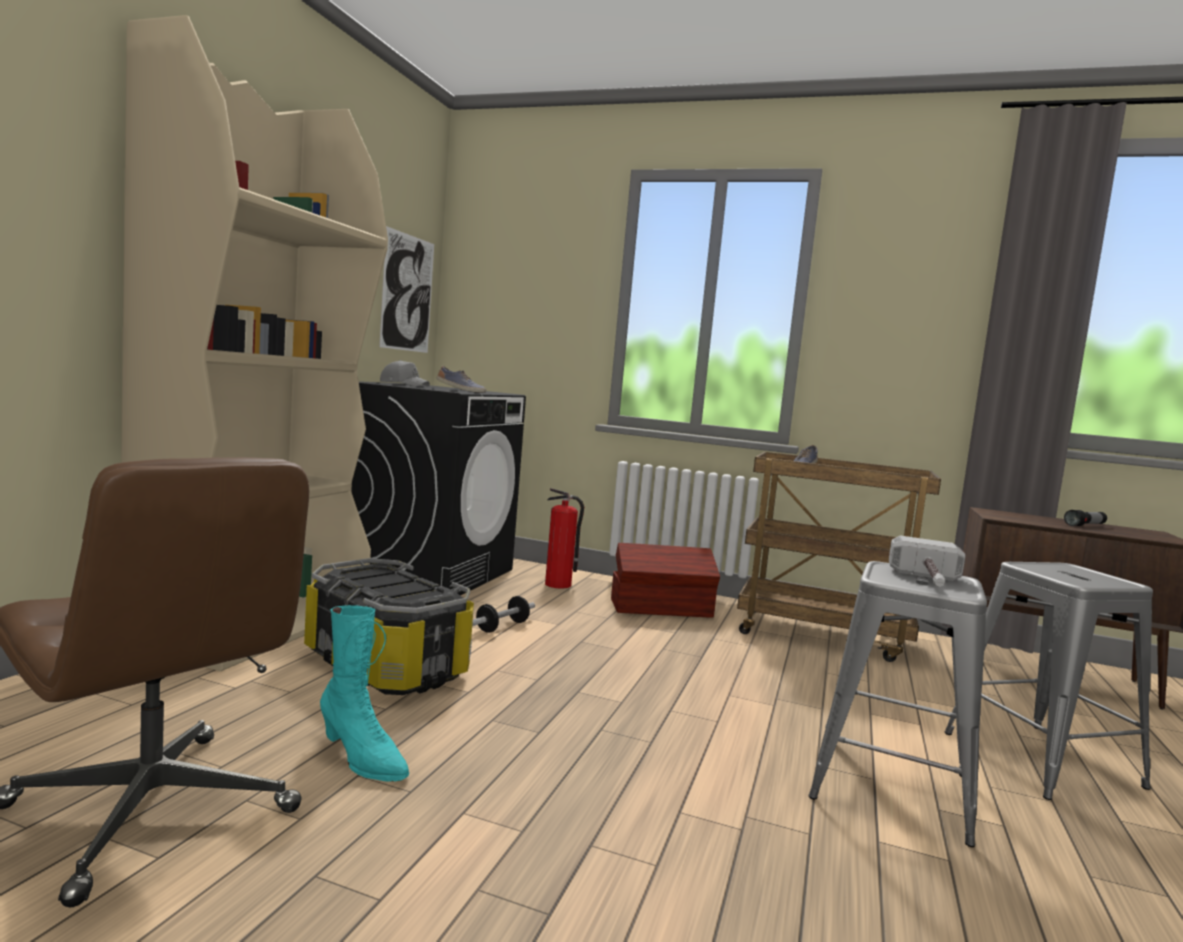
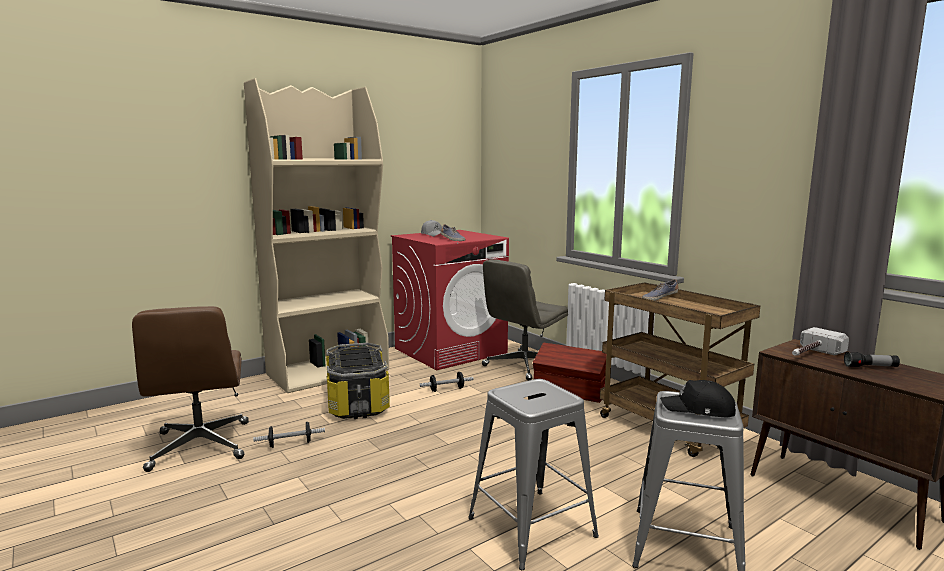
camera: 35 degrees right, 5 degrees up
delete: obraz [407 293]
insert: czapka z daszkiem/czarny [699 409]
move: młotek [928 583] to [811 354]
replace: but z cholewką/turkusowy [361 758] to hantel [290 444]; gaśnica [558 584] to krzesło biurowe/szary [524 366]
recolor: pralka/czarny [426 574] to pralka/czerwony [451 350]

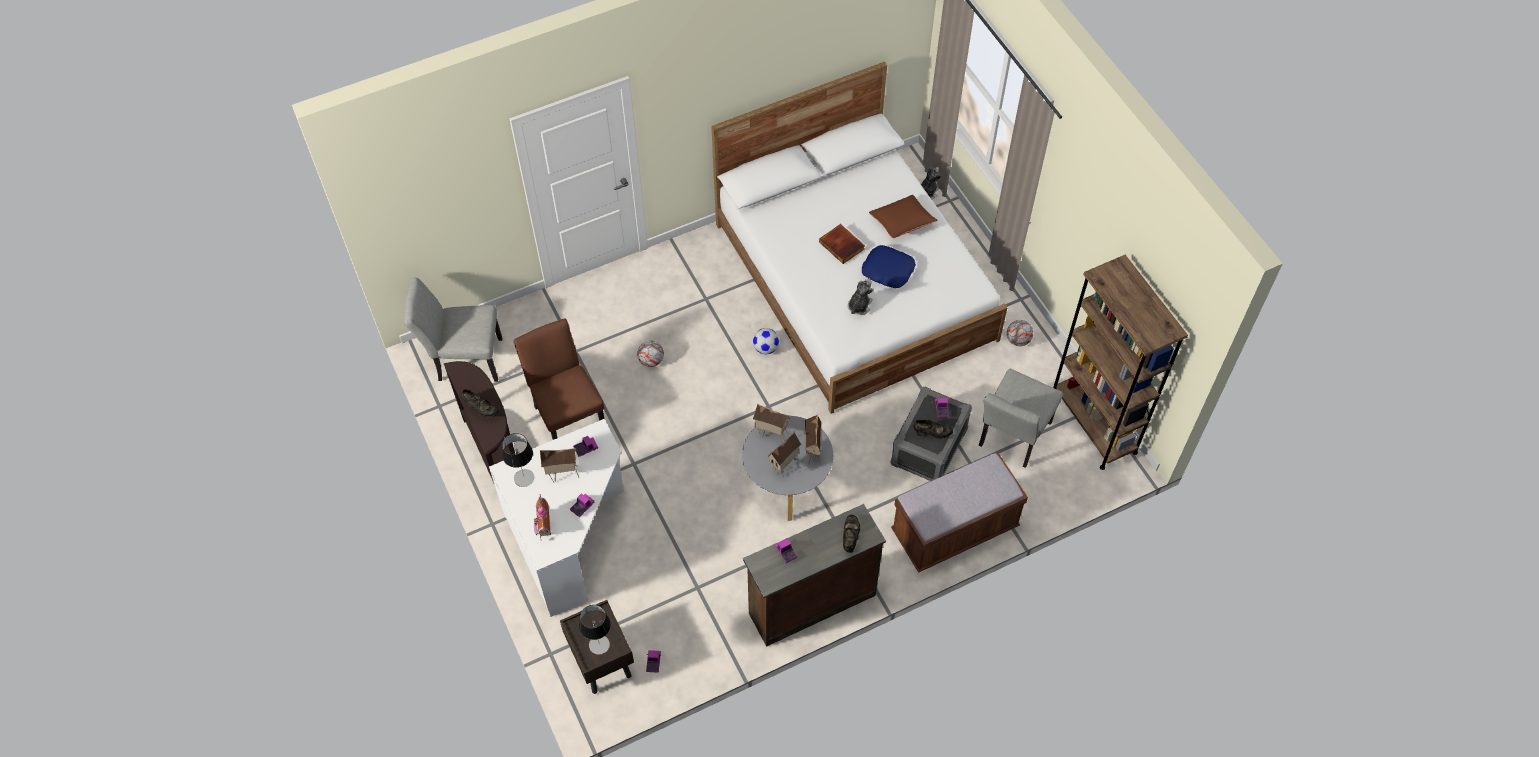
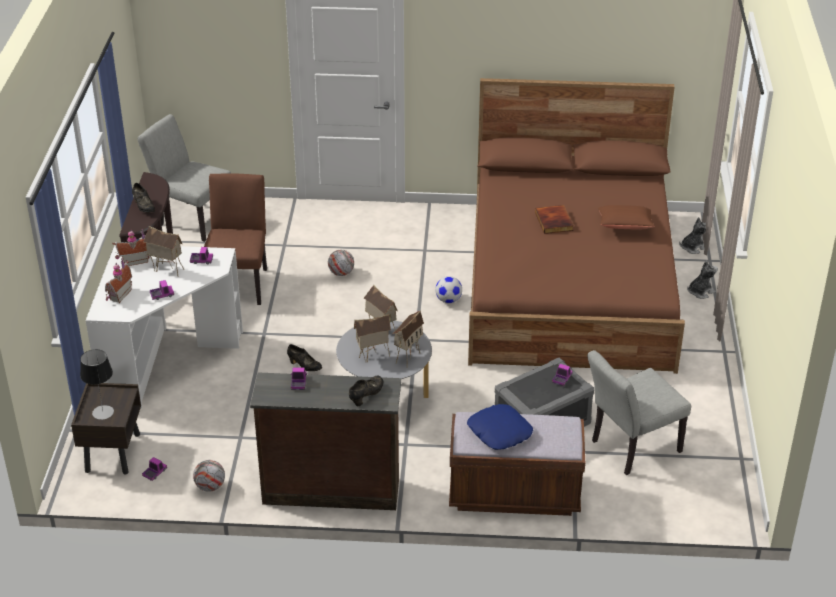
camera: 30 degrees right, 20 degrees down
delete: regał/brązowy [1093 424]
move: pluszak [859 306] to [700 292]; poduszka/niebieski [887 270] to [499 432]; but/czarny [932 433] to [304 366]; piłka futbolowa [1018 340] to [210 486]
replace: lampa stołowa [524 478] to domek [134 260]
recolor: łóżko/biały [854 280] to łóżko/brązowy [570 283]

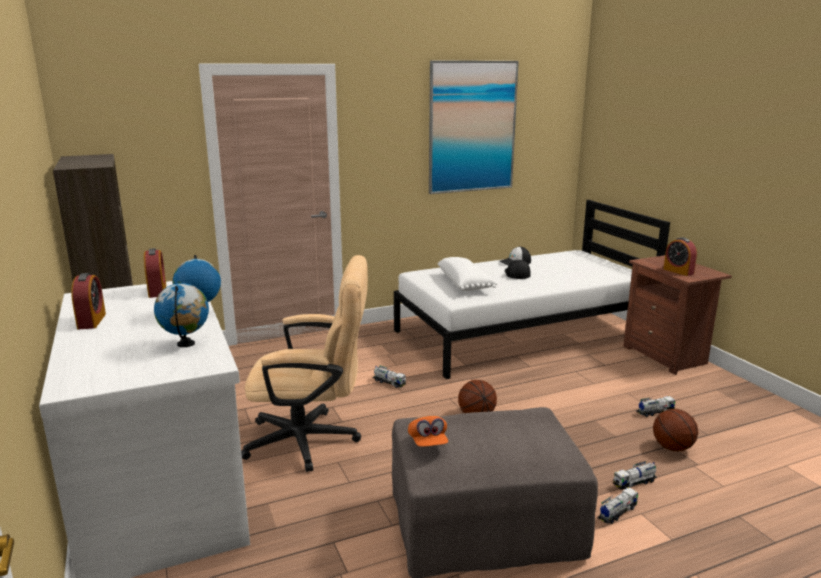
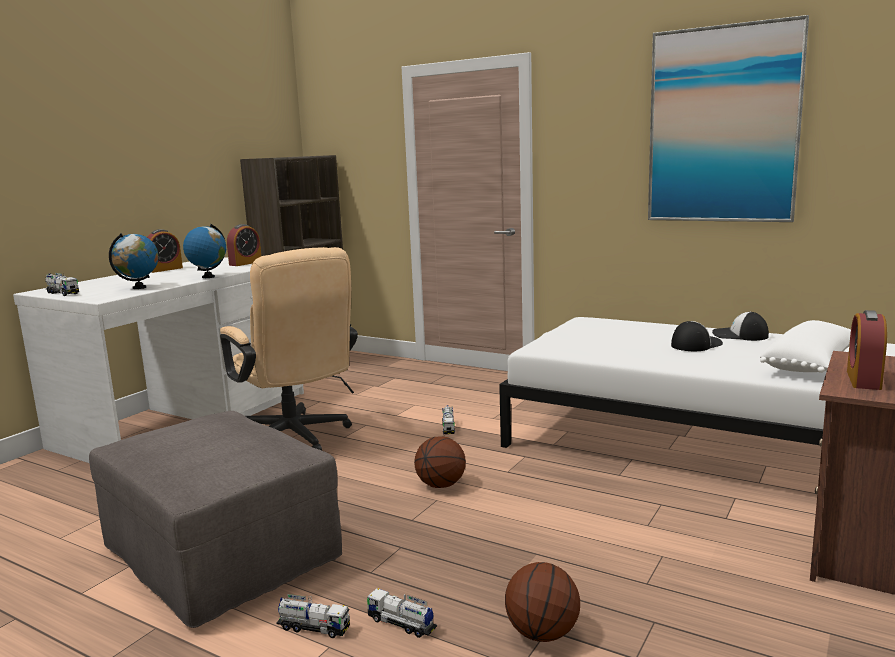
camera: 55 degrees right, 5 degrees down
delete: czapka z daszkiem/pomarańczowy [428 442]
move: poduszka/biały [466 284] to [813 365]; ciężarówka zabawkowa [655 412] to [62 293]

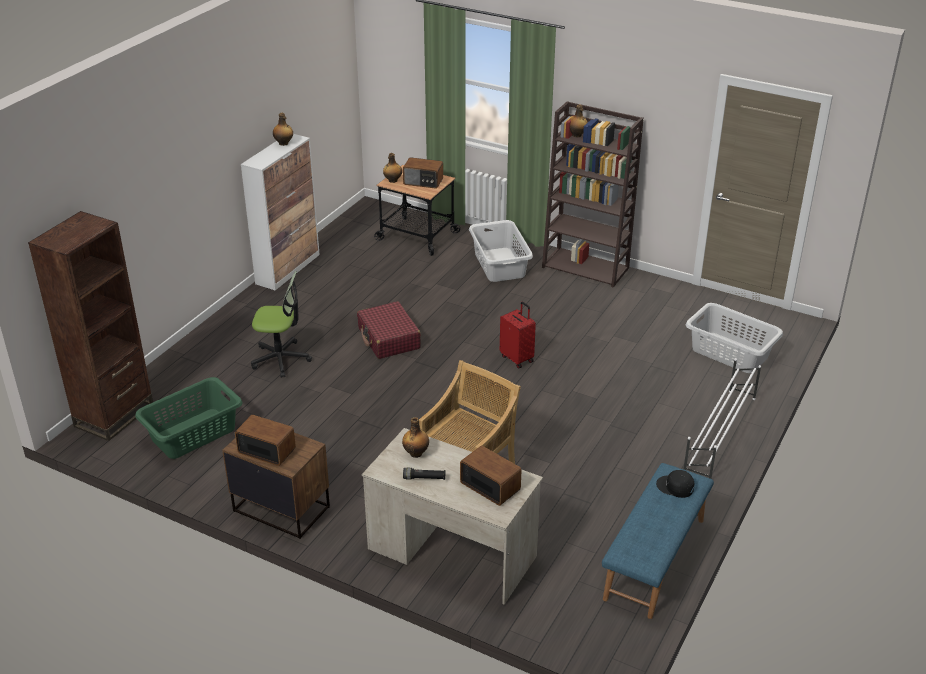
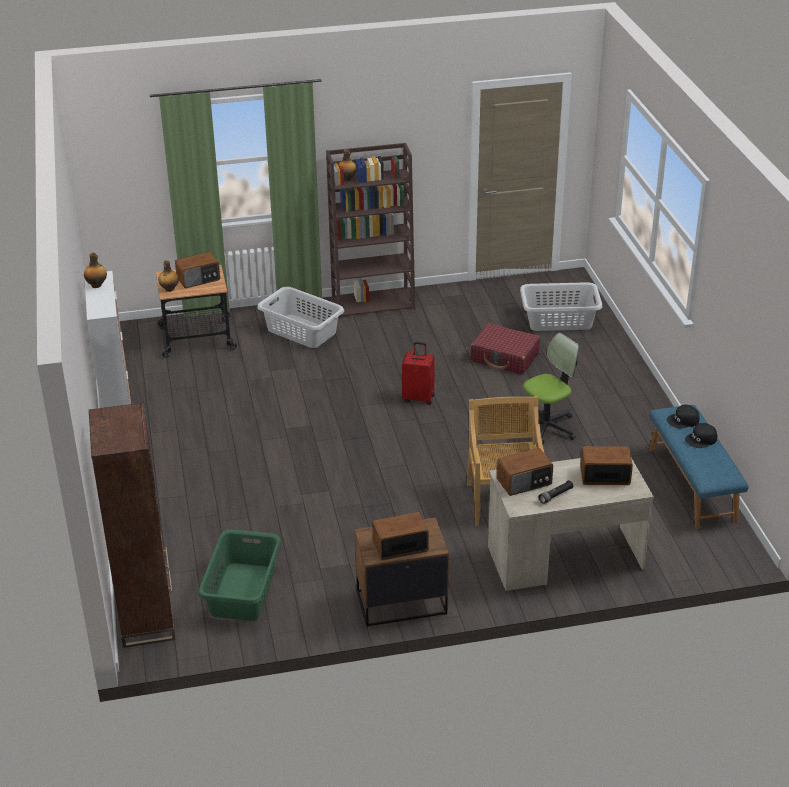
camera: 40 degrees left, 0 degrees up
delete: regał na buty/biały [719 434]
insert: czapka z daszkiem/czarny [701 439]
move: krzesło biurowe [281 359] to [547 427]; walizka/czerwony [388 338] to [505 357]
replace: butelka [416 453] to radio [524 482]

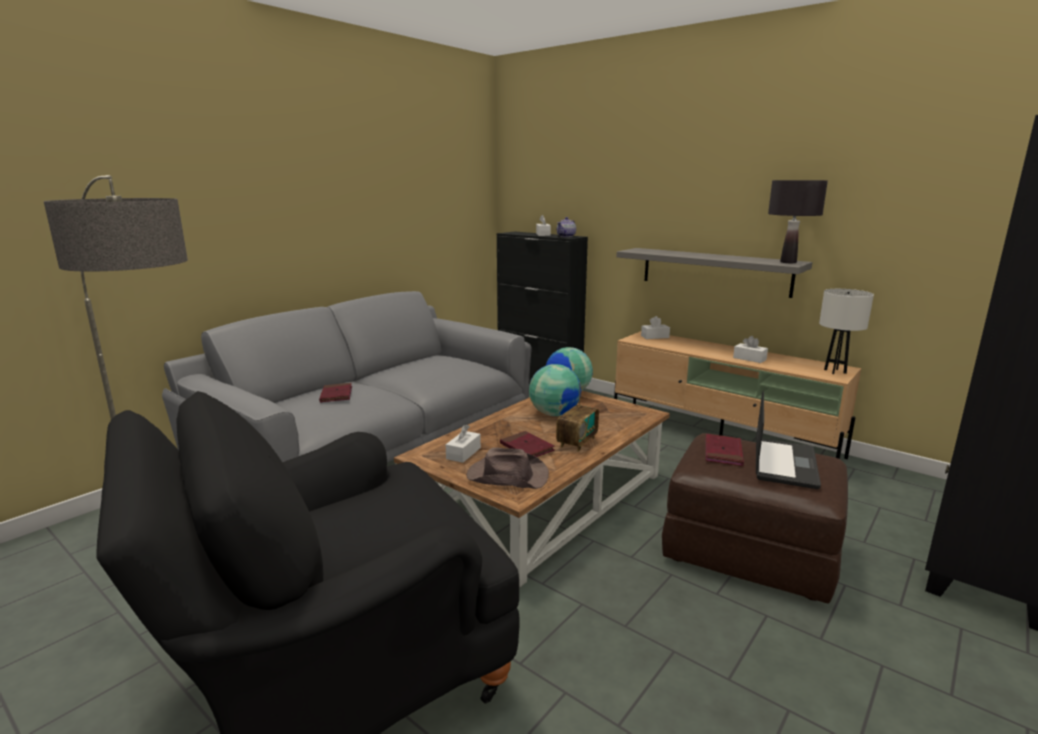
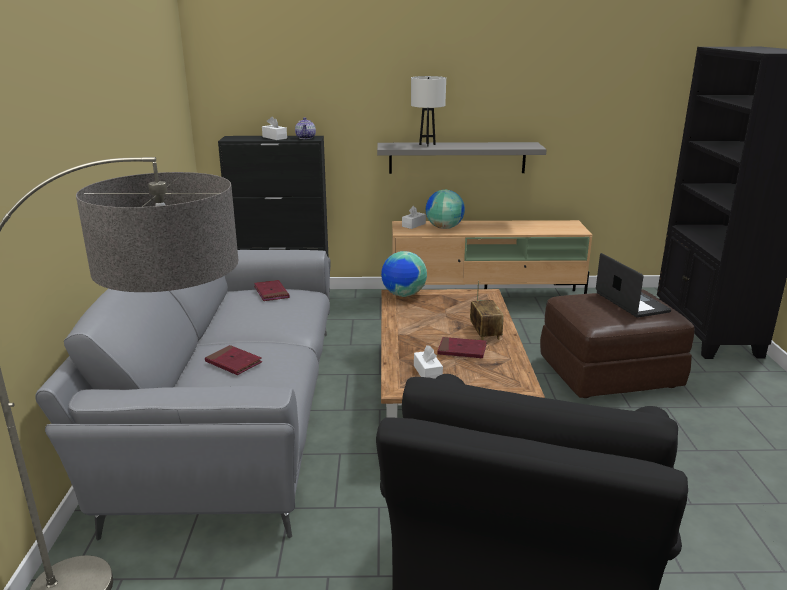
camera: 40 degrees left, 5 degrees up
delete: kapelusz/brązowy [506 476]; pudełko chusteczek/biały [749 358]; lampa stołowa/czarny [788 262]
move: globus [554 414] to [444 228]; książka/czerwony [723 452] to [271 292]; lampa stołowa/biały [835 371] to [427 144]

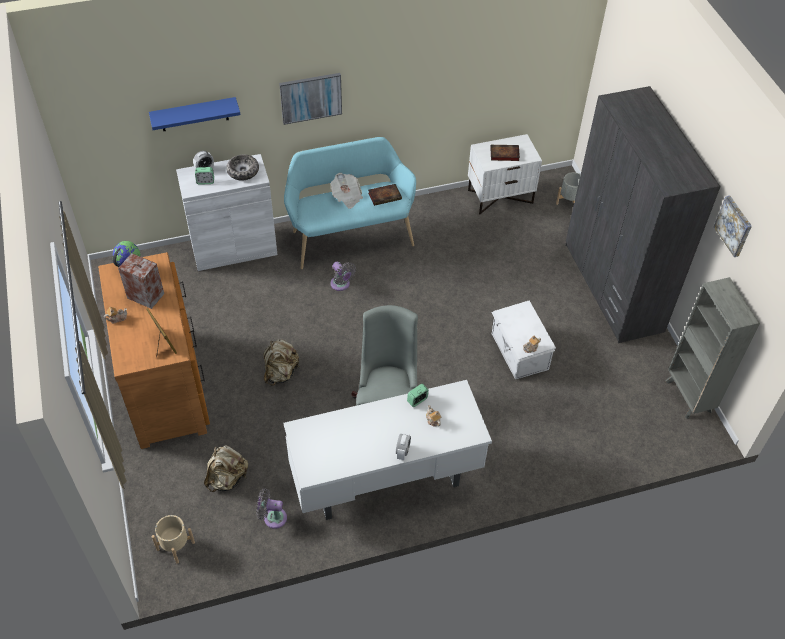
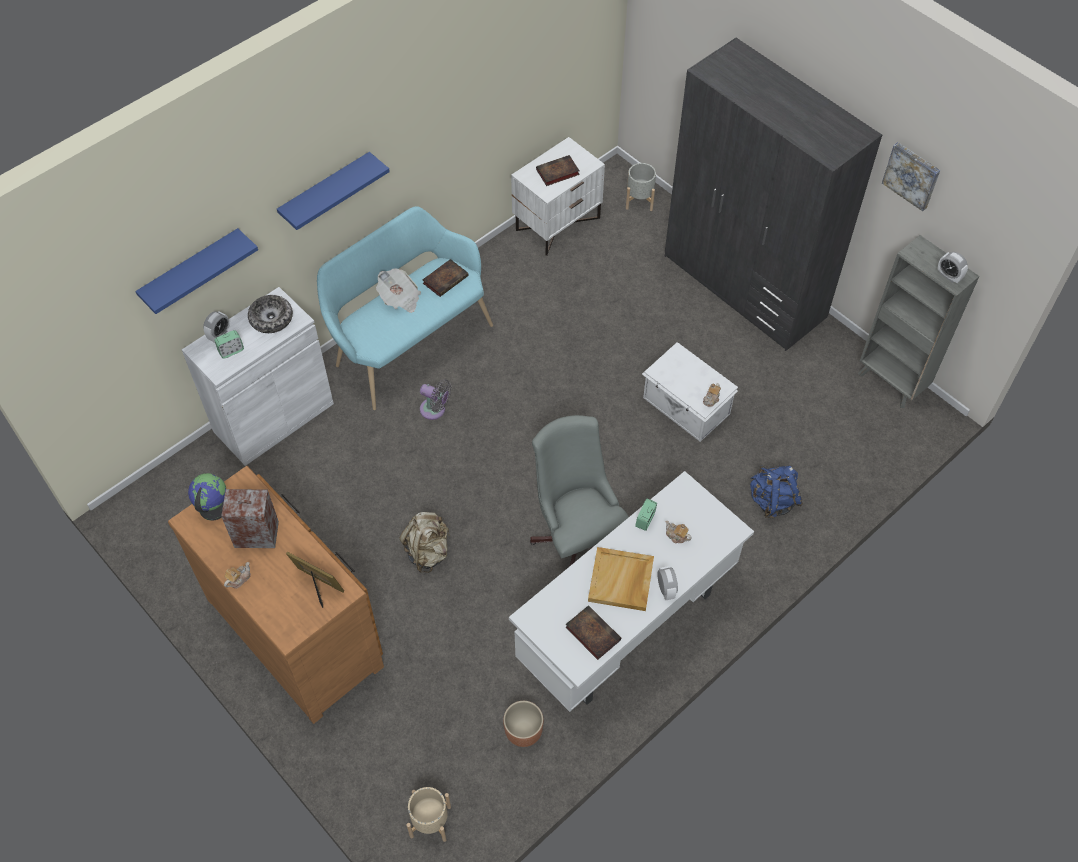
camera: 25 degrees left, 5 degrees up
delete: plecak/beżowy [227 478]
insert: książka [591 633]; taca/beżowy [621 581]; plecak/niebieski [772 501]; budzik [948 276]
replace: wentylator/szary [272 517] to donica/brązowy [524 732]; obraz [311 97] to półka/niebieski [326 192]

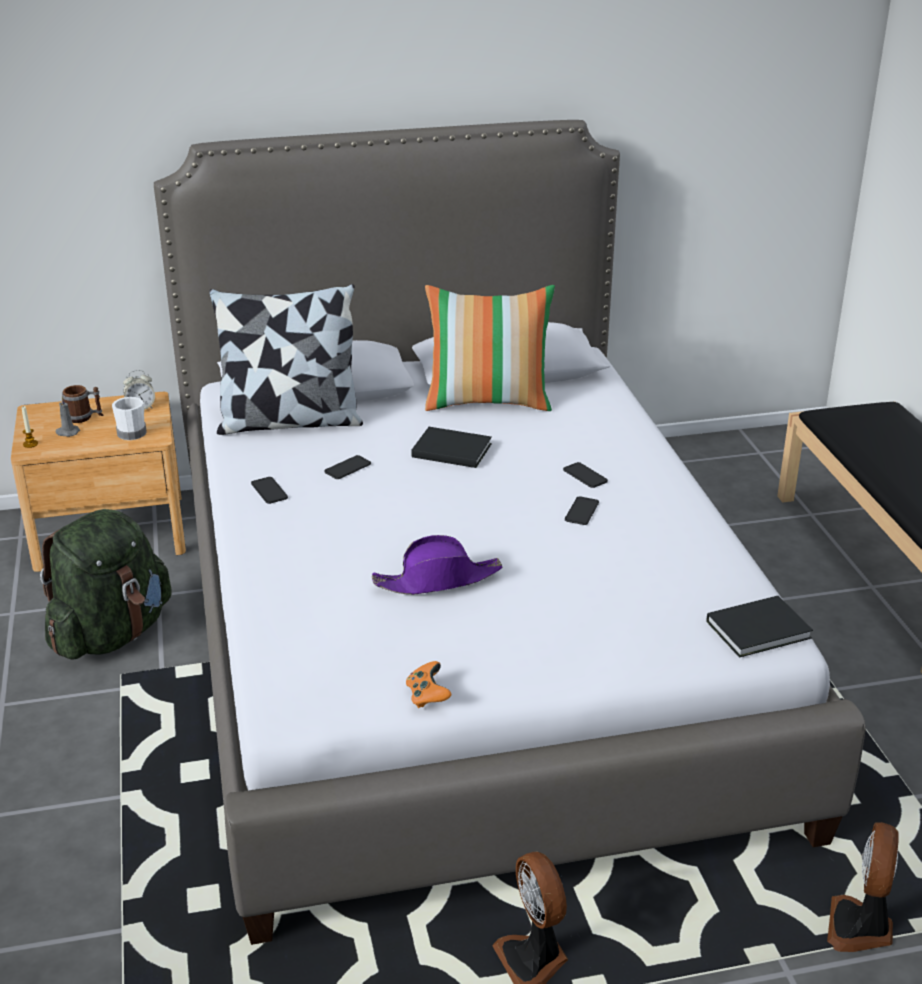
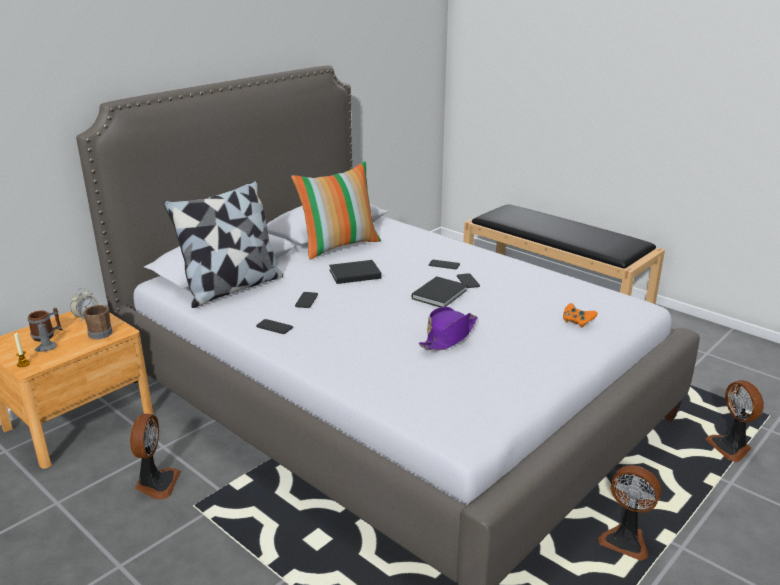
camera: 35 degrees left, 5 degrees down
move: pad do gier/pomarańczowy [427 696] to [577 322]; książka/czarny [761 630] to [441 294]
replace: plecak/zielony [112 634] to wentylator [156 483]
recolor: kubek/biały [134 432] to kubek/brązowy [100 332]

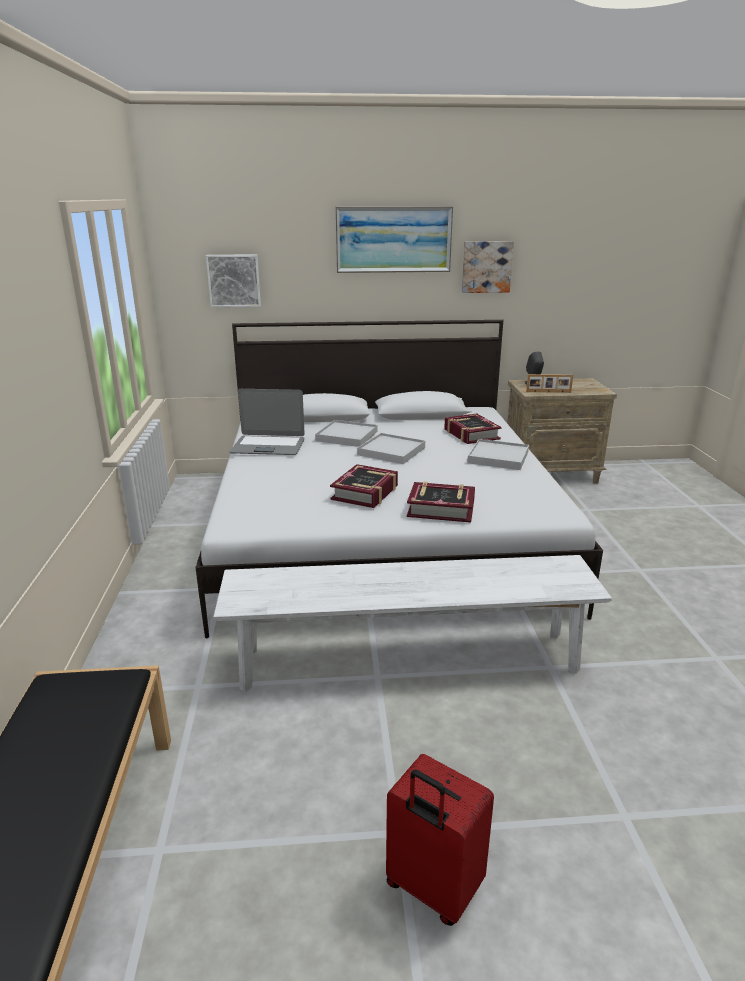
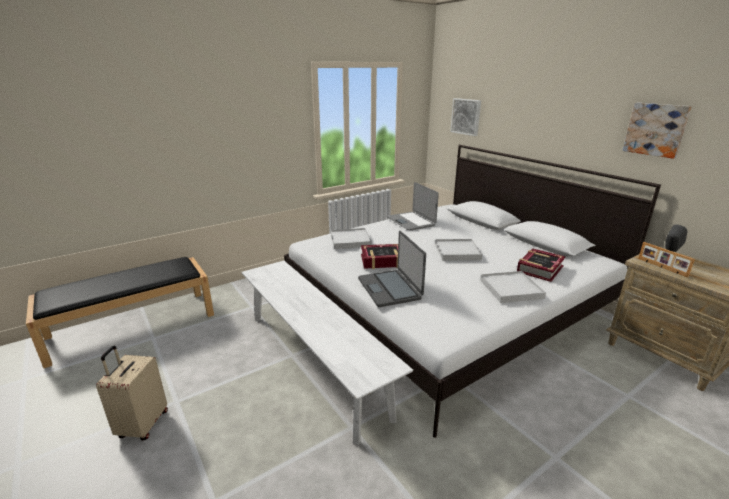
camera: 60 degrees right, 0 degrees up
delete: obraz [393 239]
move: taca/biały [346 436] to [350 240]
replace: książka [441 508] to laptop [390 288]
recolor: walizka/czerwony [432 889] to walizka/beżowy [142 425]

